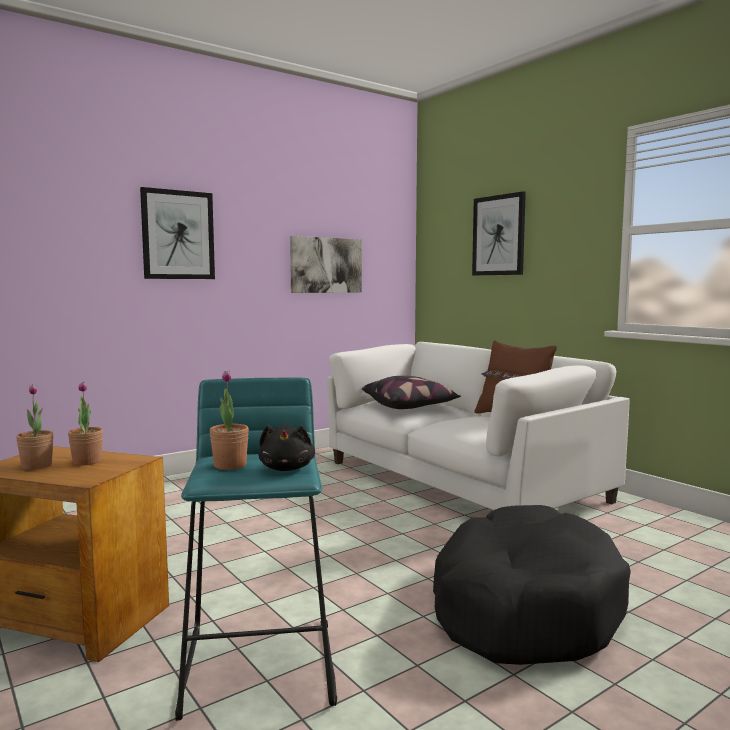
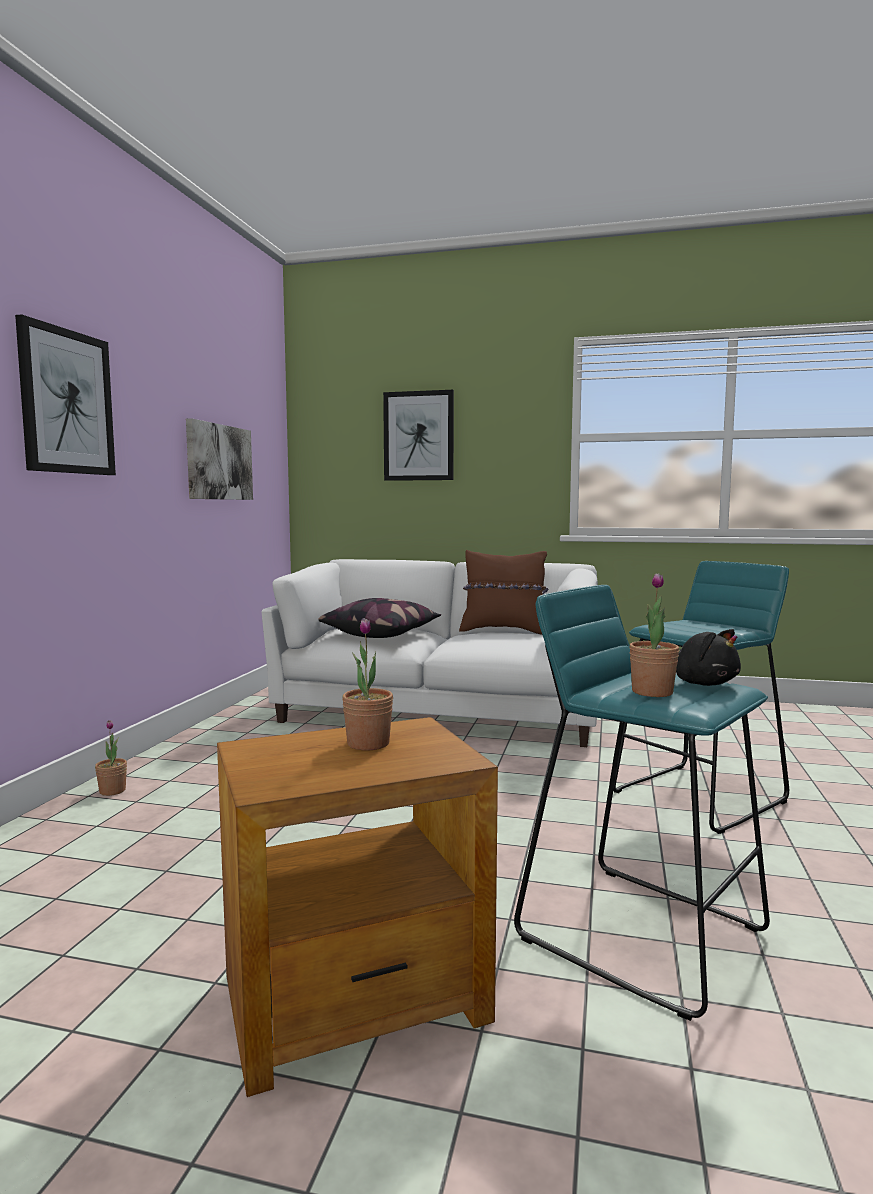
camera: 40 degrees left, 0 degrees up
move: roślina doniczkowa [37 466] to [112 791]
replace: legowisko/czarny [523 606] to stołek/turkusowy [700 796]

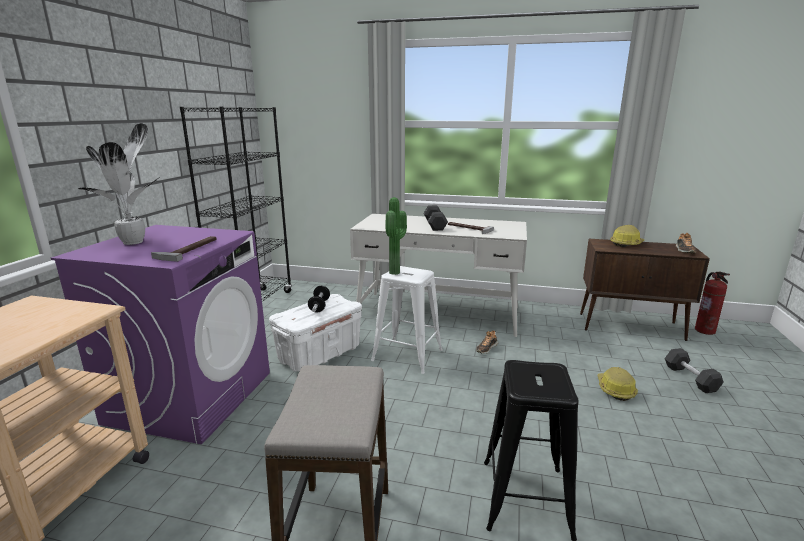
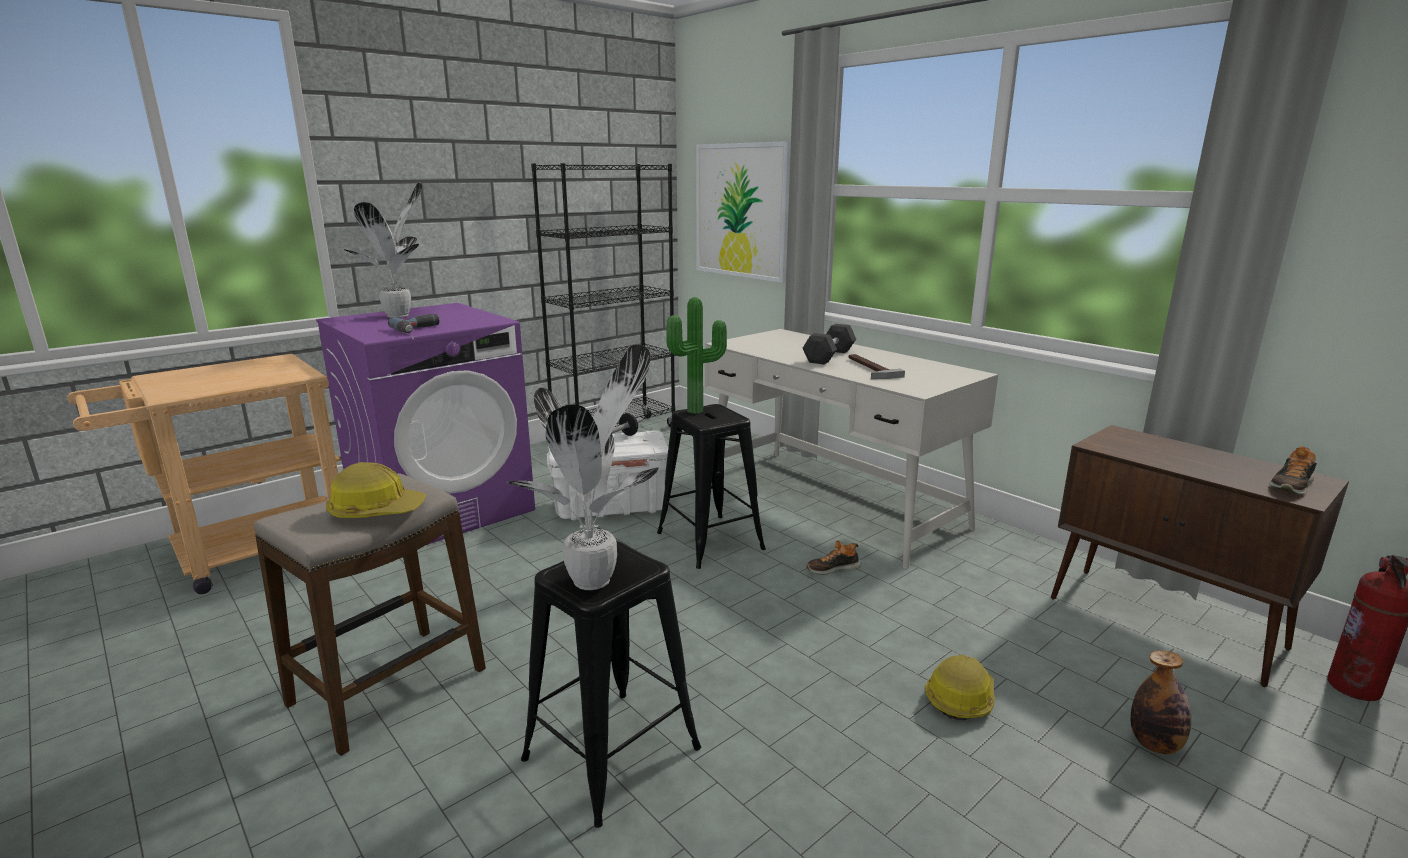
camera: 35 degrees right, 0 degrees up
insert: roślina doniczkowa [596 579]; obraz [742 211]
move: kask [626 244] to [376 511]
replace: młotek [188 249] to wiertarka [419 329]; hantel/czarny [690 378] to butelka [1154 744]
recolor: stołek/biały [408 355] to stołek/czarny [710 541]

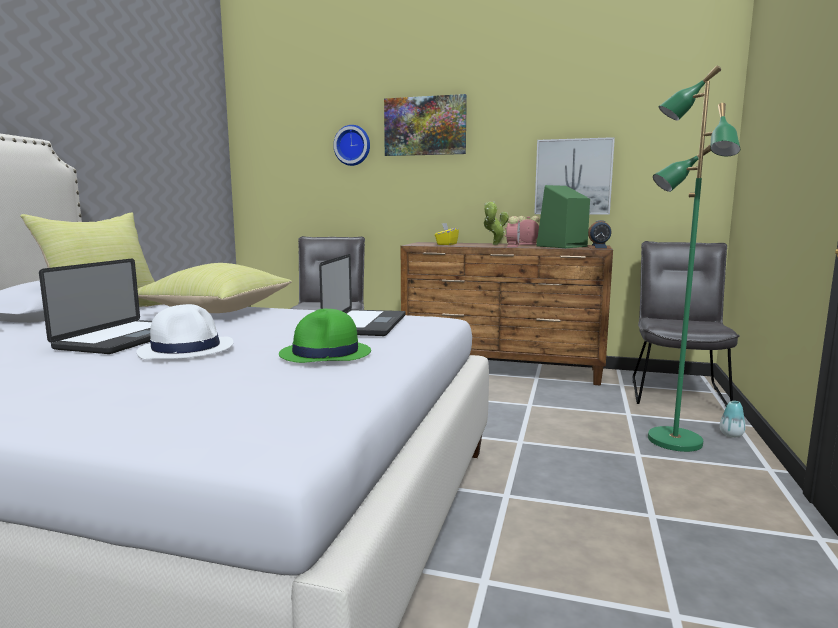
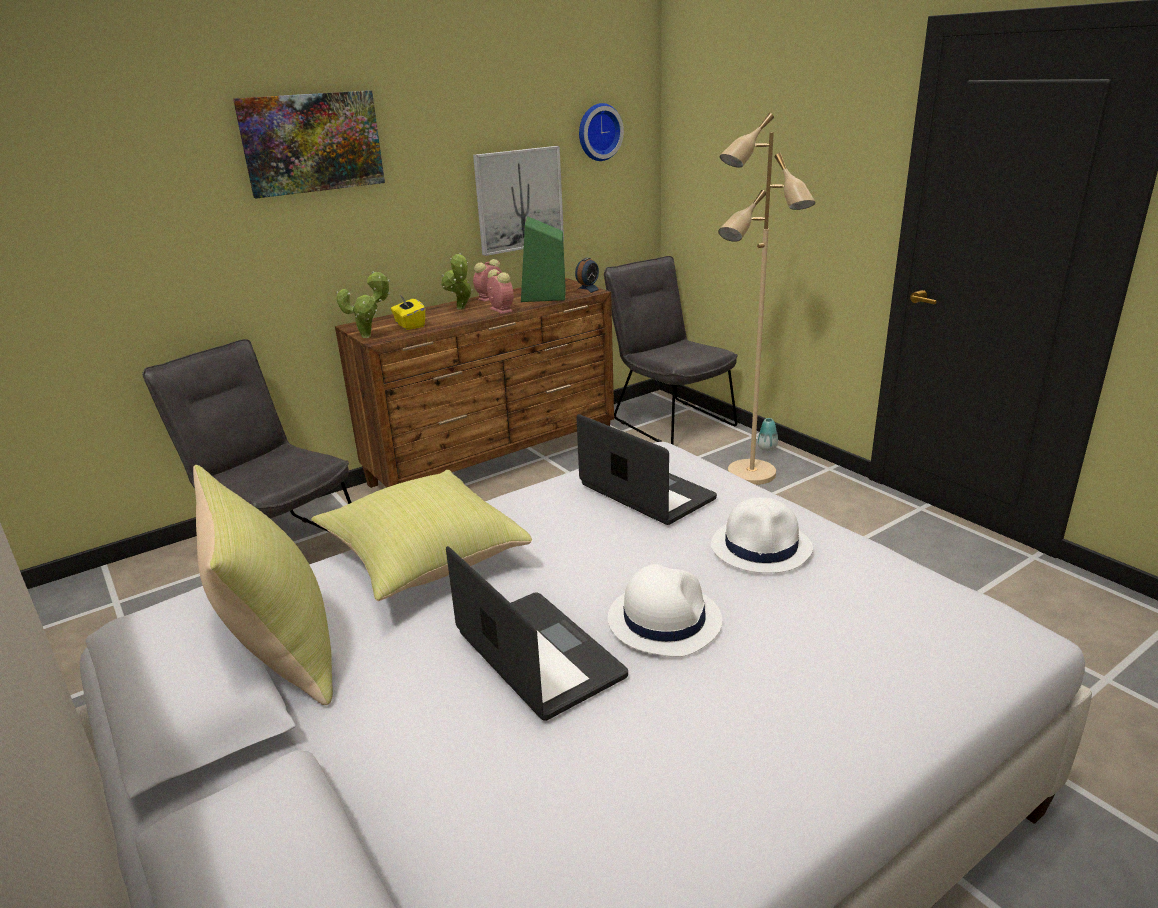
camera: 50 degrees left, 15 degrees up
insert: roślina doniczkowa [369 336]
move: zegar ścienny [353 145] to [598 132]
recolor: kapelusz/zielony [326 354] to kapelusz/biały [762 547]; lampa stojąca/zielony [673 441] to lampa stojąca/beżowy [751 474]

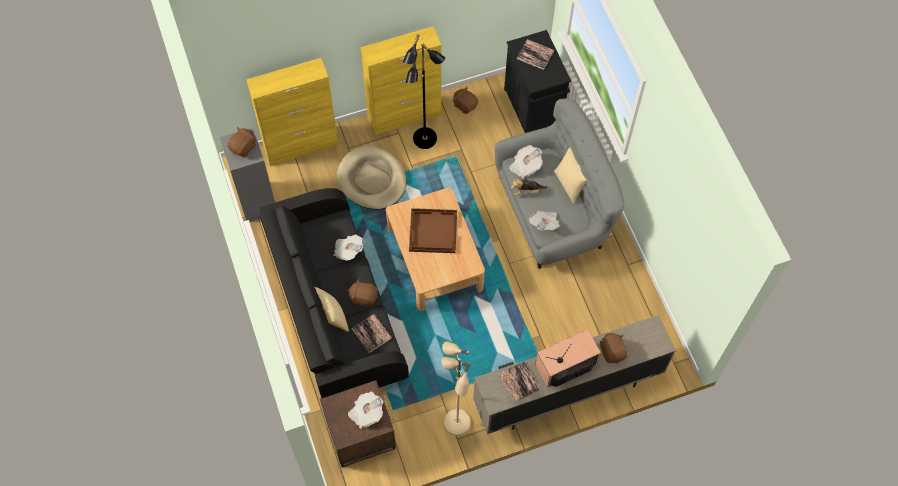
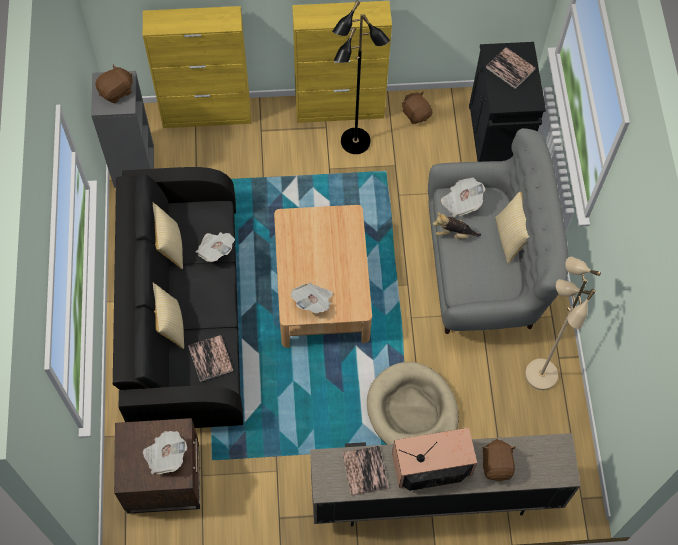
camera: 15 degrees right, 0 degrees up
delete: pluszak/brązowy [363 297]; taca/brązowy [432 231]
insert: poduszka [169 247]
move: legowisko/beżowy [372 180] to [412 411]; lampa stojąca/beżowy [456 422] to [540 374]; gazeta [544 224] to [313 302]

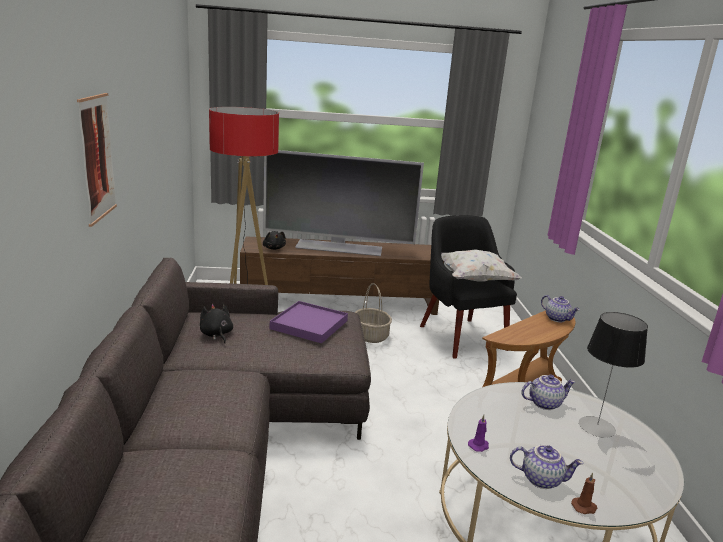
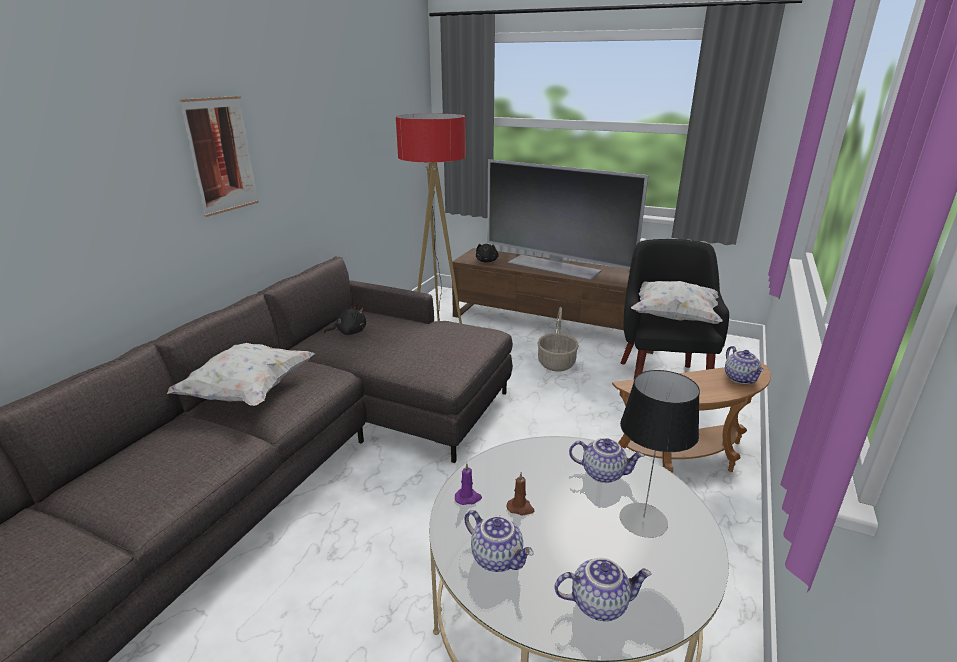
camera: 30 degrees right, 5 degrees up
delete: taca/fioletowy [309 325]
insert: poduszka/biały [248 392]; imbryk [599 602]
move: świeca/brązowy [584 507] to [520 508]
rotate: pluszak/czarny [216 334] = [349 332] 75 degrees clockwise

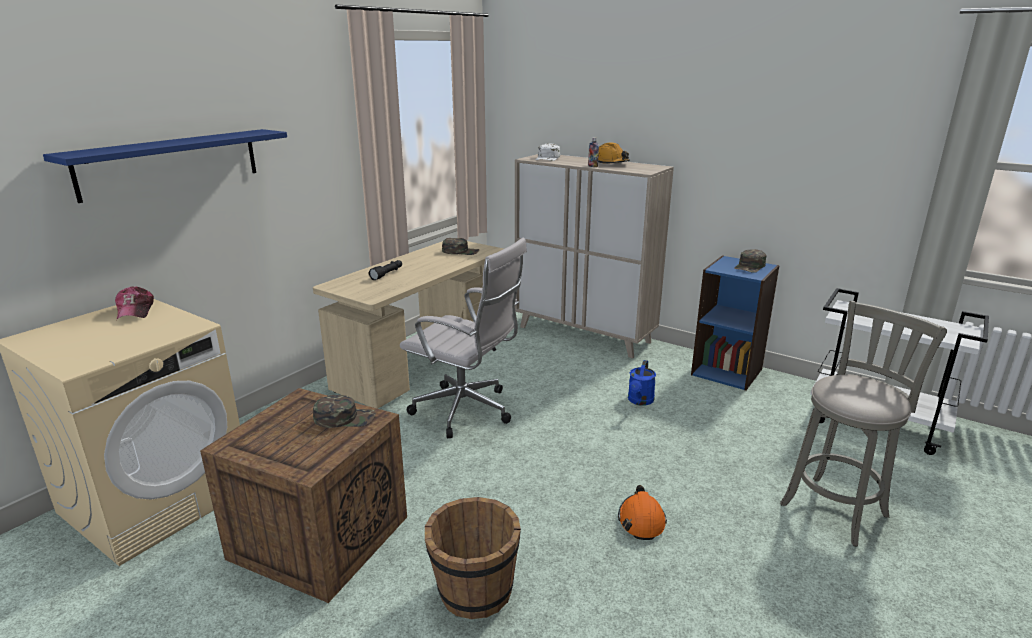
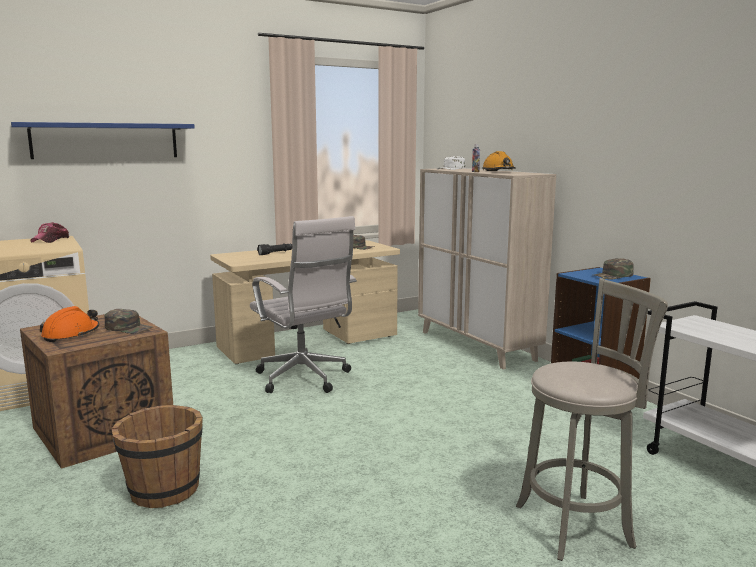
camera: 25 degrees right, 10 degrees down
delete: konewka/niebieski [640 401]
move: kask/pomarańczowy [641 520] to [71 334]

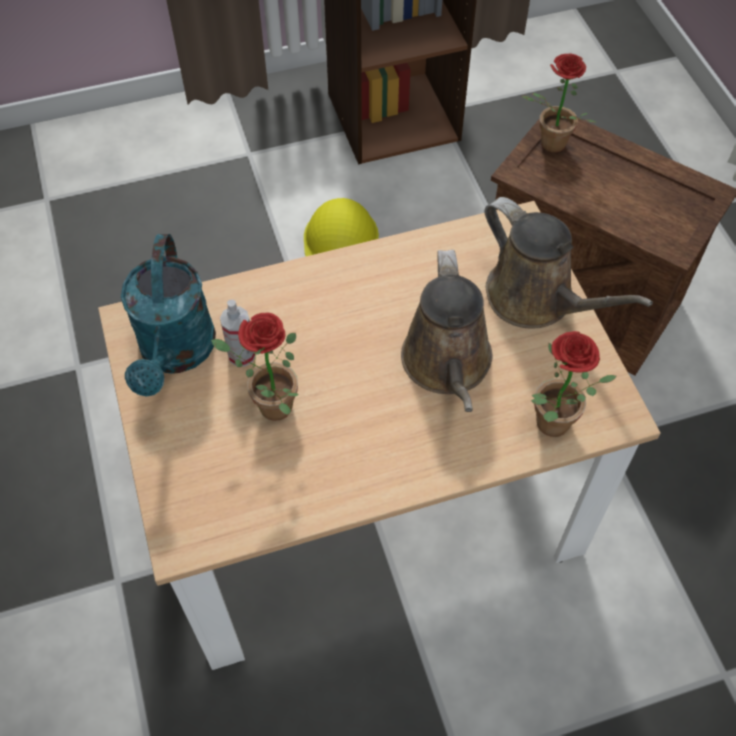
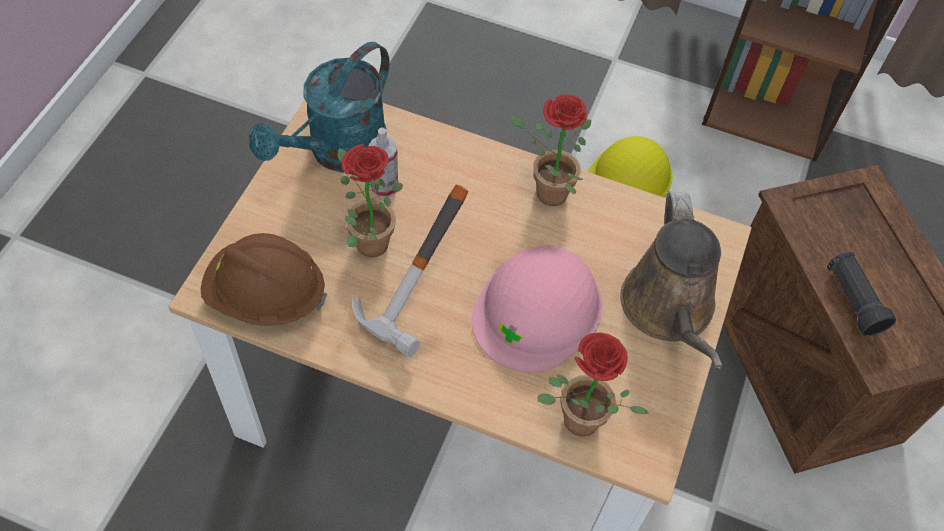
camera: 35 degrees right, 0 degrees up
insert: kask/brązowy [266 296]; młotek [423 303]; latarka/czarny [853 300]
move: roślina doniczkowa [548 146] to [544 192]
replace: konewka/brązowy [447 365] to kask/różowy [538 309]

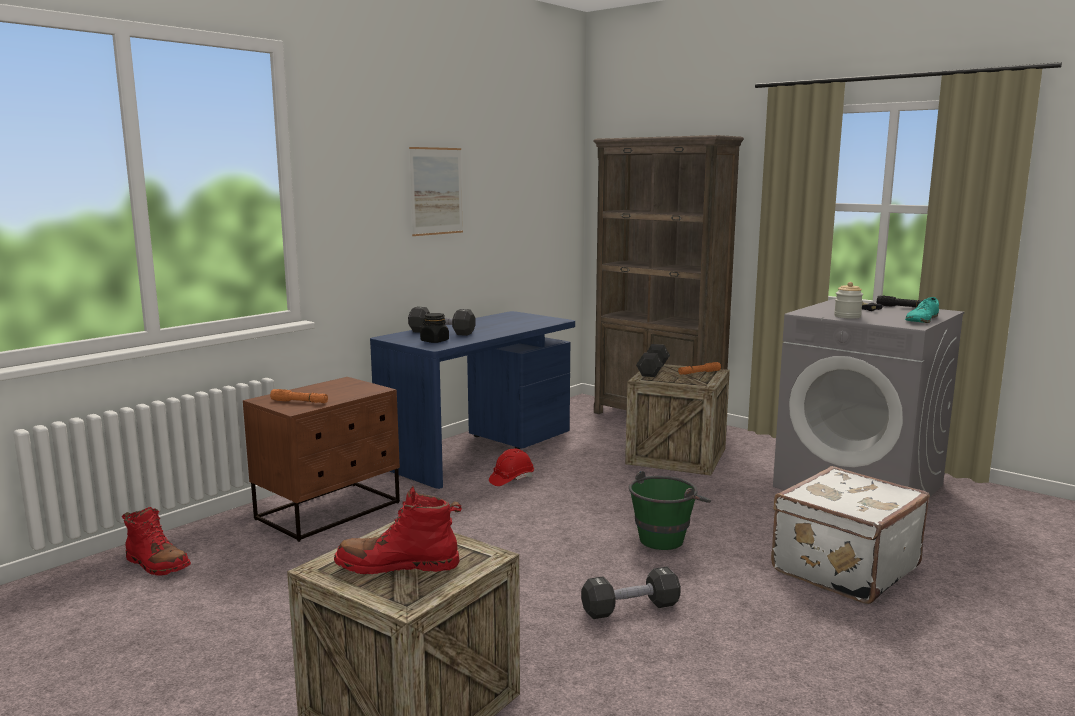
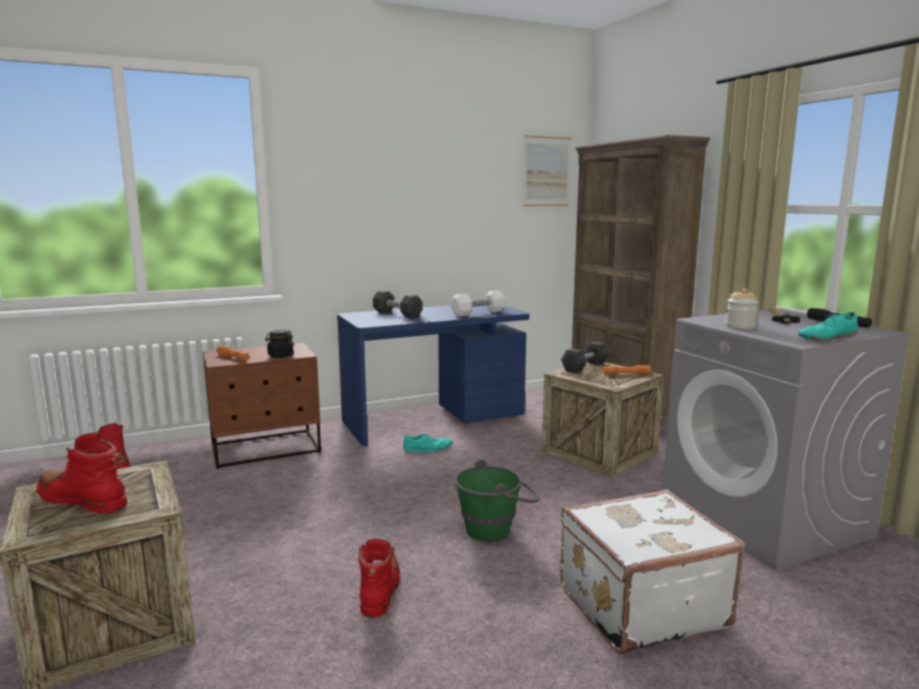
camera: 25 degrees right, 0 degrees up
insert: hantel/biały [478 313]
move: obraz [436 191] to [547 171]; słoik/czarny [434 341] to [280 356]
replace: kask/czerwony [511 479] to but/turkusowy [428 449]; hantel/czarny [630 608] to but z cholewką/czerwony [380 589]

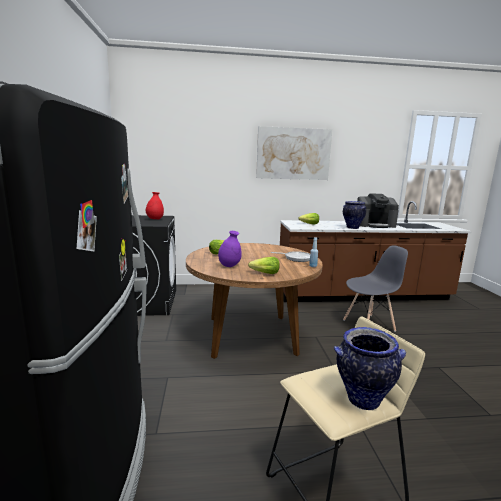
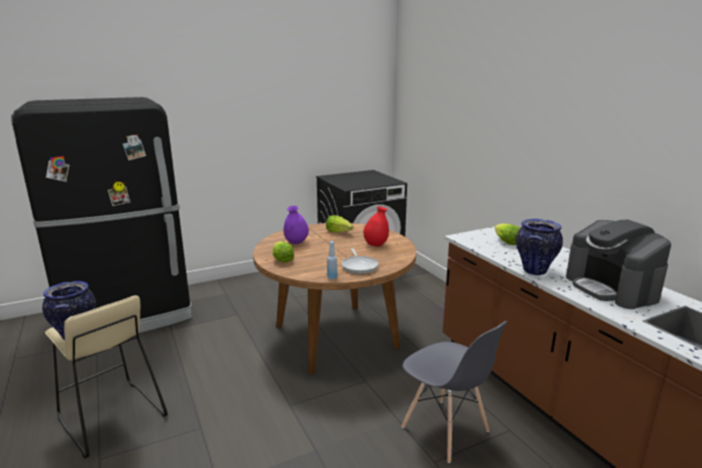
camera: 70 degrees right, 5 degrees up
delete: obraz [293 154]
move: wazon/czerwony [155 219] to [376 245]

